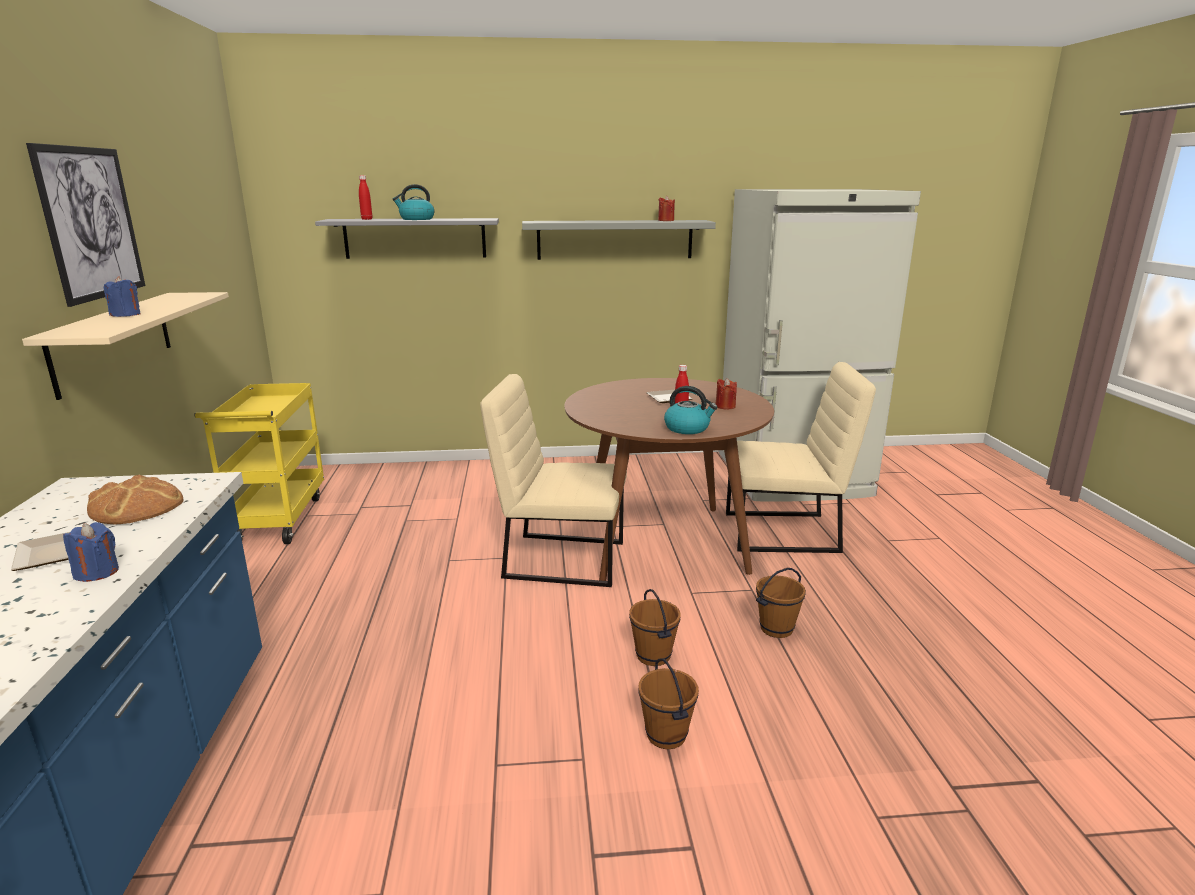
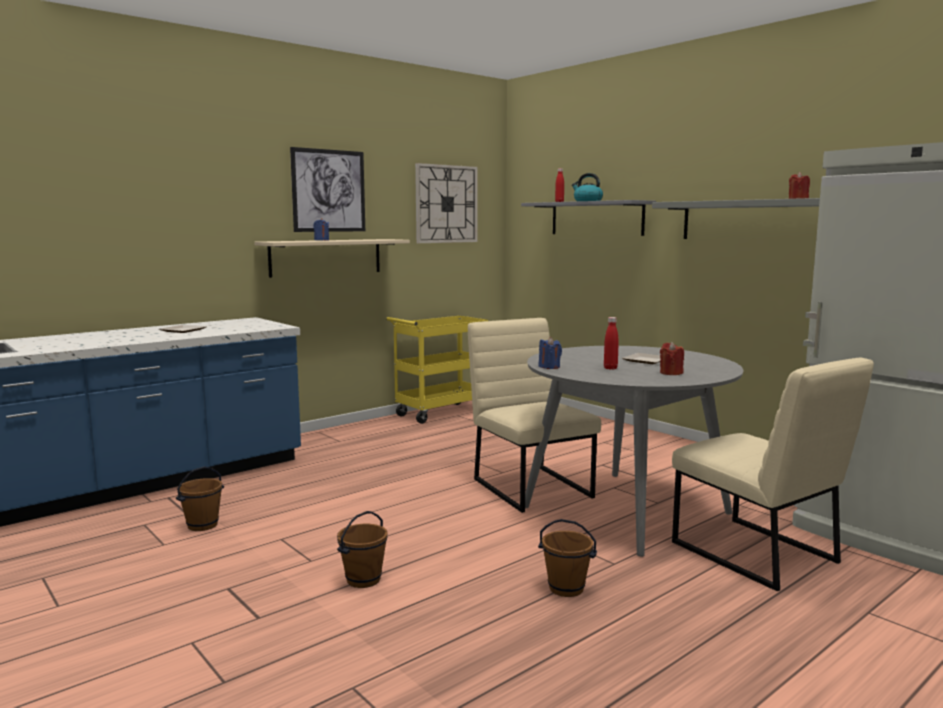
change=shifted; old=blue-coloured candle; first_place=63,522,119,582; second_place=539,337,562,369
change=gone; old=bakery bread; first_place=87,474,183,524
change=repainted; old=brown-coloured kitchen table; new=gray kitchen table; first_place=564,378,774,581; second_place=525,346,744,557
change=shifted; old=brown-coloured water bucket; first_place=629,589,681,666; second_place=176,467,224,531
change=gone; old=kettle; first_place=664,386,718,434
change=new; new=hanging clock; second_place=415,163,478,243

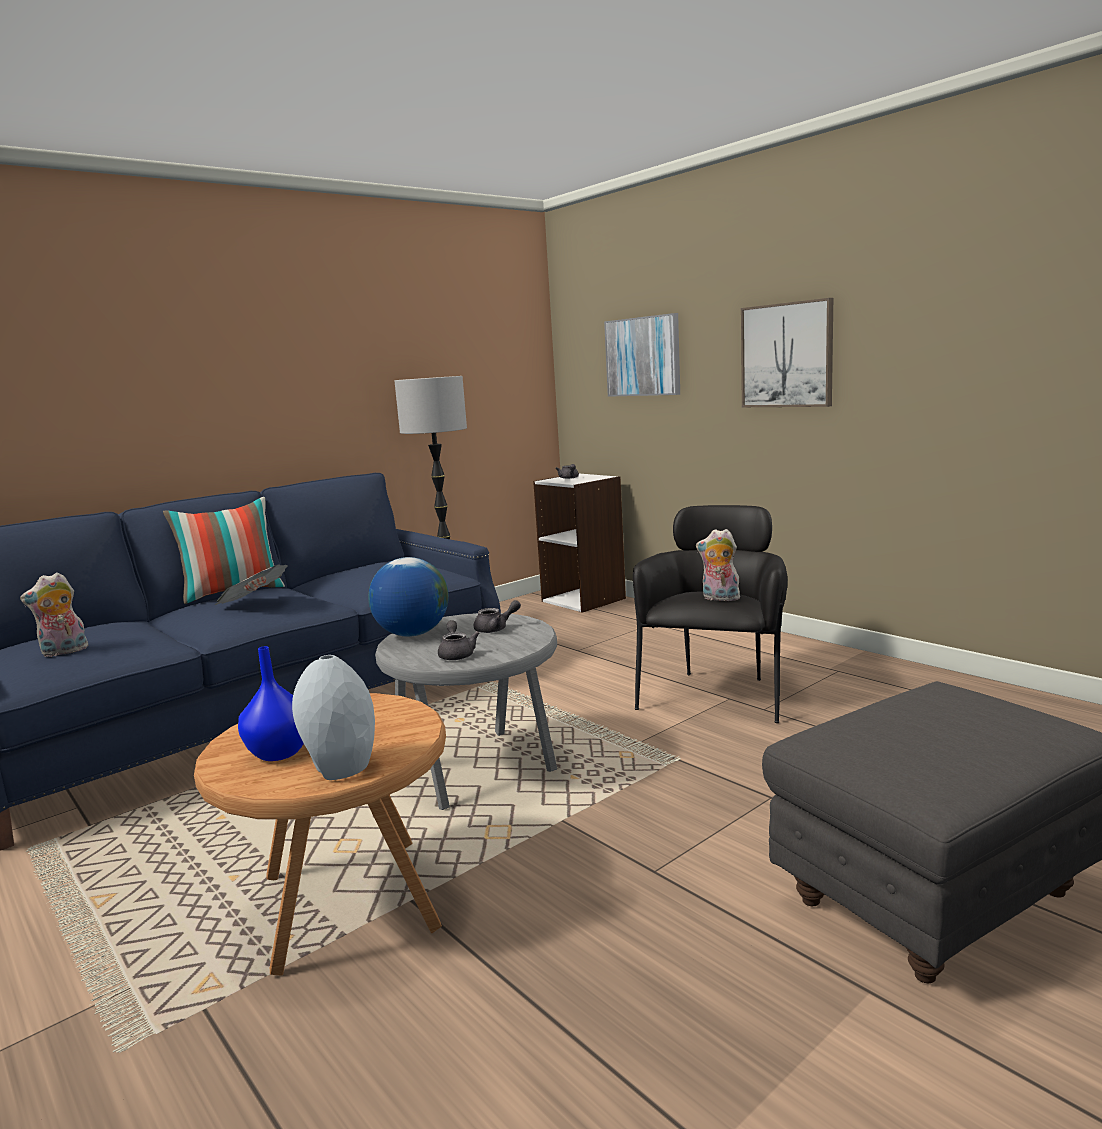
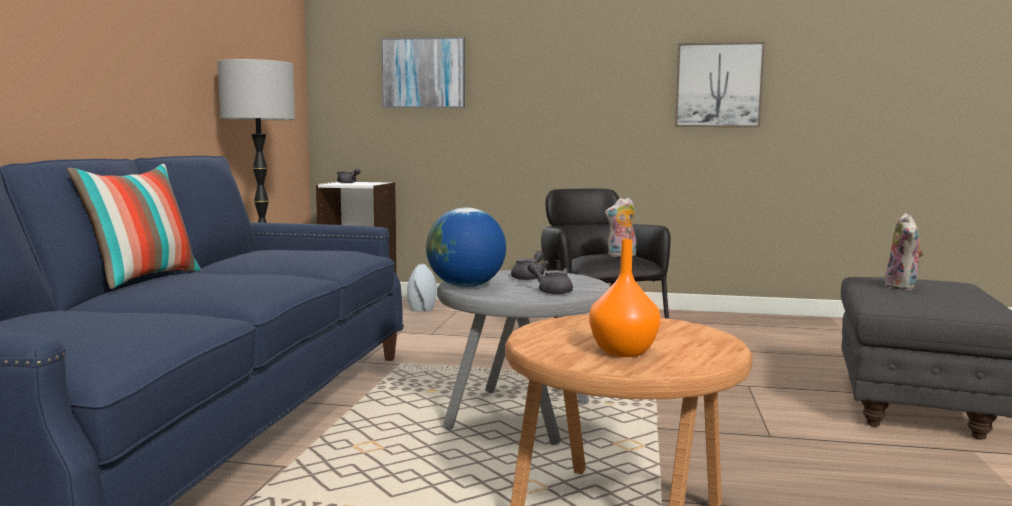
change=shifted; old=cuddly toy; first_place=20,573,88,657; second_place=885,213,925,290
change=gone; old=newspaper; first_place=214,564,288,605
change=repainted; old=blue-coloured decorative vase; new=orangey decorative vase; first_place=238,646,304,761; second_place=589,239,661,357
change=shifted; old=gray decorative vase; first_place=292,655,375,780; second_place=407,264,437,312
change=shifted; old=wall art; first_place=741,298,833,407; second_place=675,42,765,127

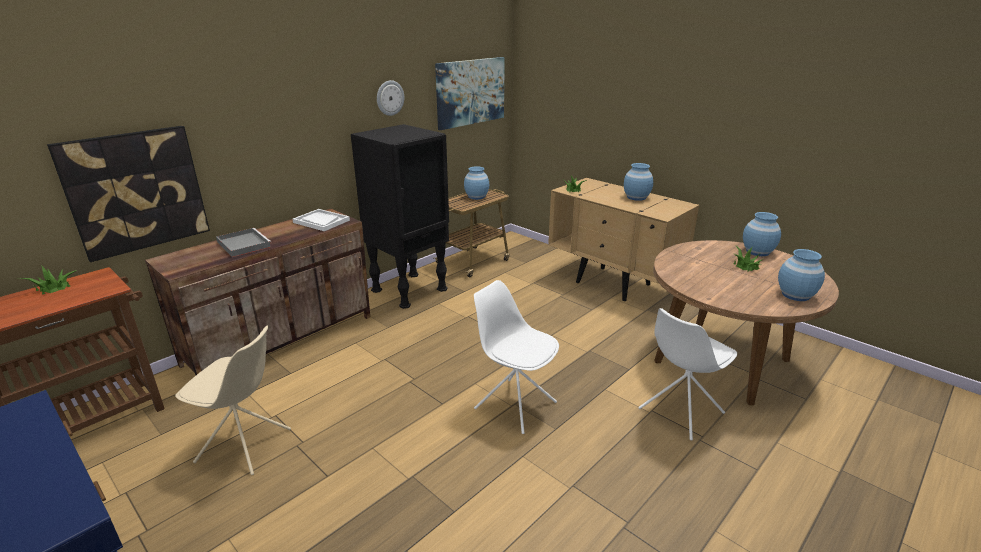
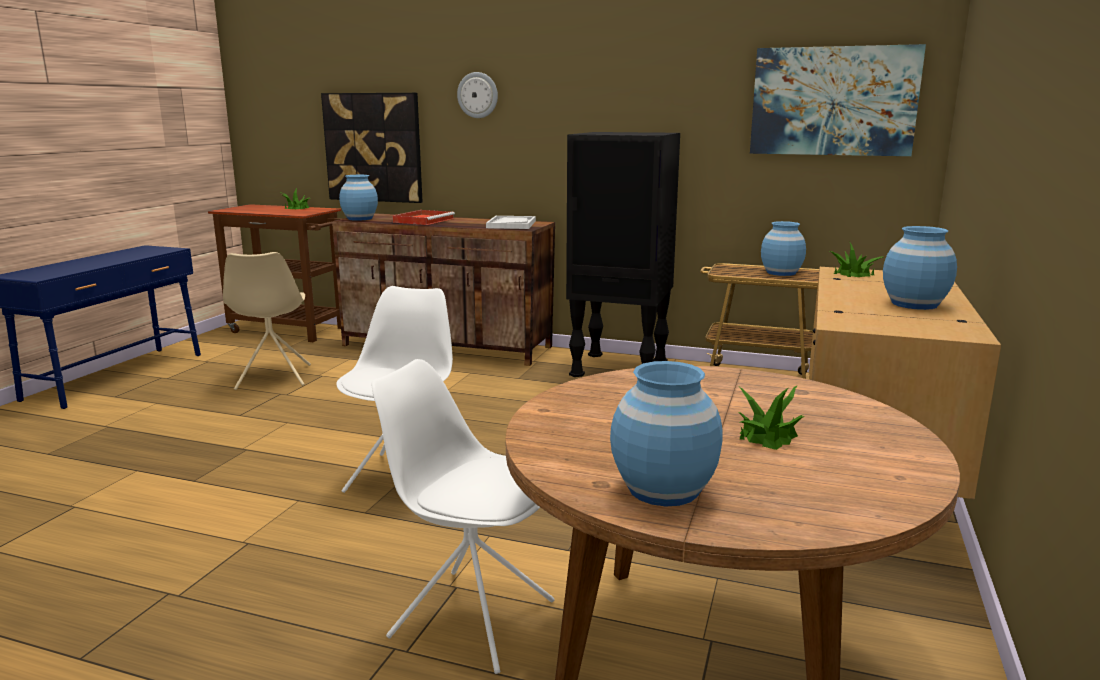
change=repainted; old=gray carrying tray; new=reddish carrying tray; first_place=216,228,272,257; second_place=392,210,455,225
change=shifted; old=hanging clock; first_place=377,80,404,116; second_place=457,72,498,118
change=shifted; old=blue-coloured decorative vase; first_place=743,212,781,256; second_place=339,175,378,221

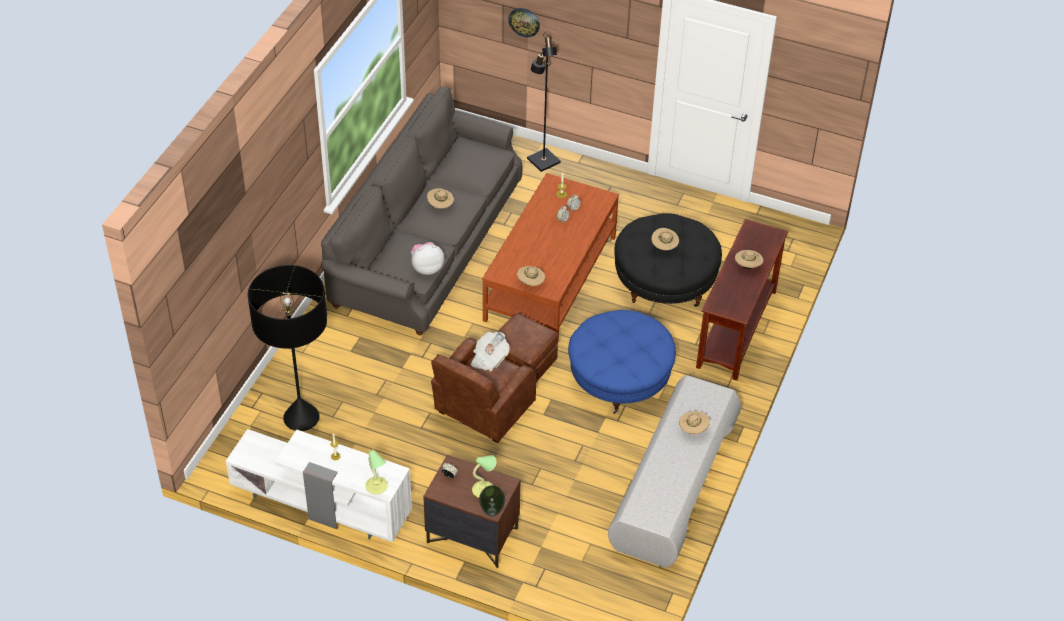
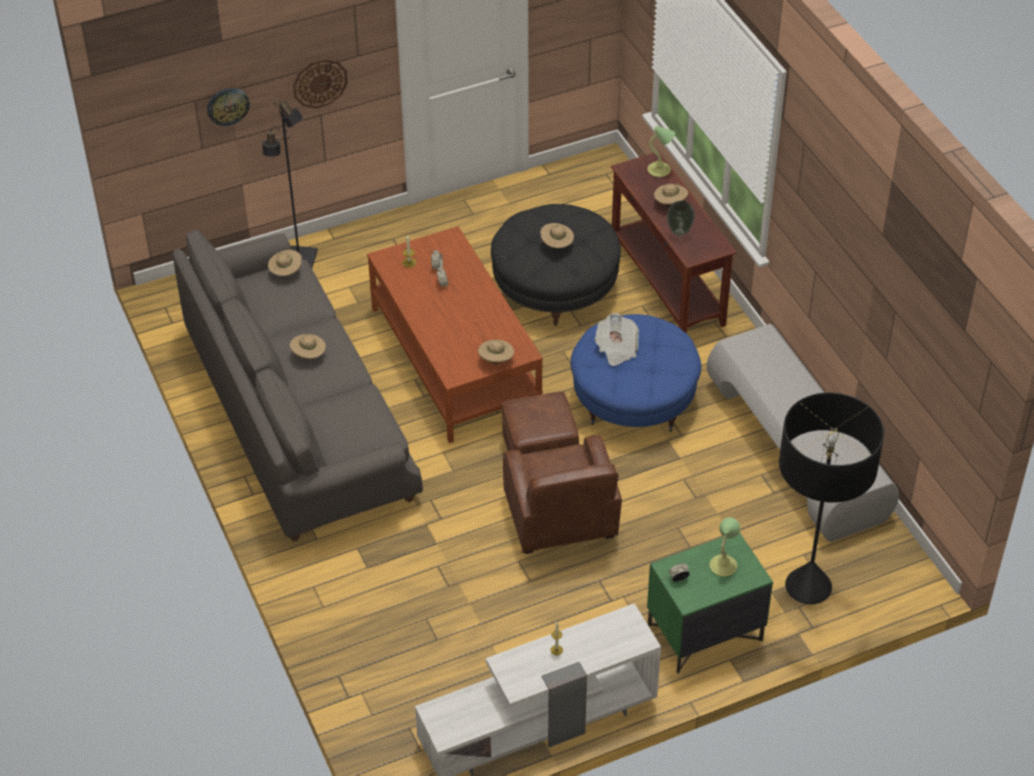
change=shifted; old=blackish standard lamp; first_place=248,265,327,431; second_place=779,393,884,604
change=shifted; old=lamp for a table; first_place=365,450,388,494; second_place=648,126,675,177
change=gone; old=cuddly toy; first_place=411,242,444,275
change=repainted; old=brown-coloured night table; new=green-coloured night table; first_place=423,455,521,568; second_place=647,532,773,674
change=shifted; old=newspaper; first_place=471,332,510,372; second_place=595,313,639,366
change=shifted; old=decorative vase; first_place=479,485,505,516; second_place=667,201,695,236
change=shifted; old=beige hat; first_place=679,411,710,434; second_place=268,250,302,276
change=new; new=hanging clock; second_place=293,59,348,109

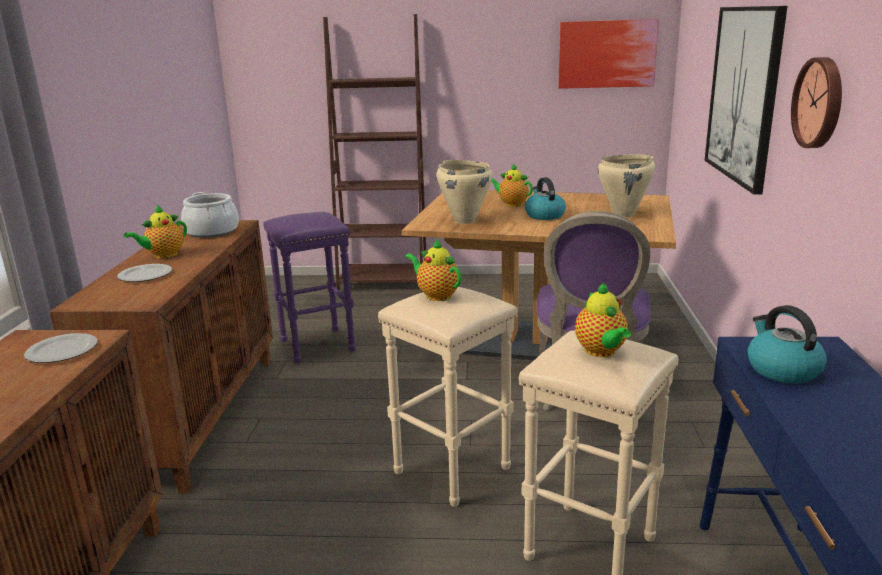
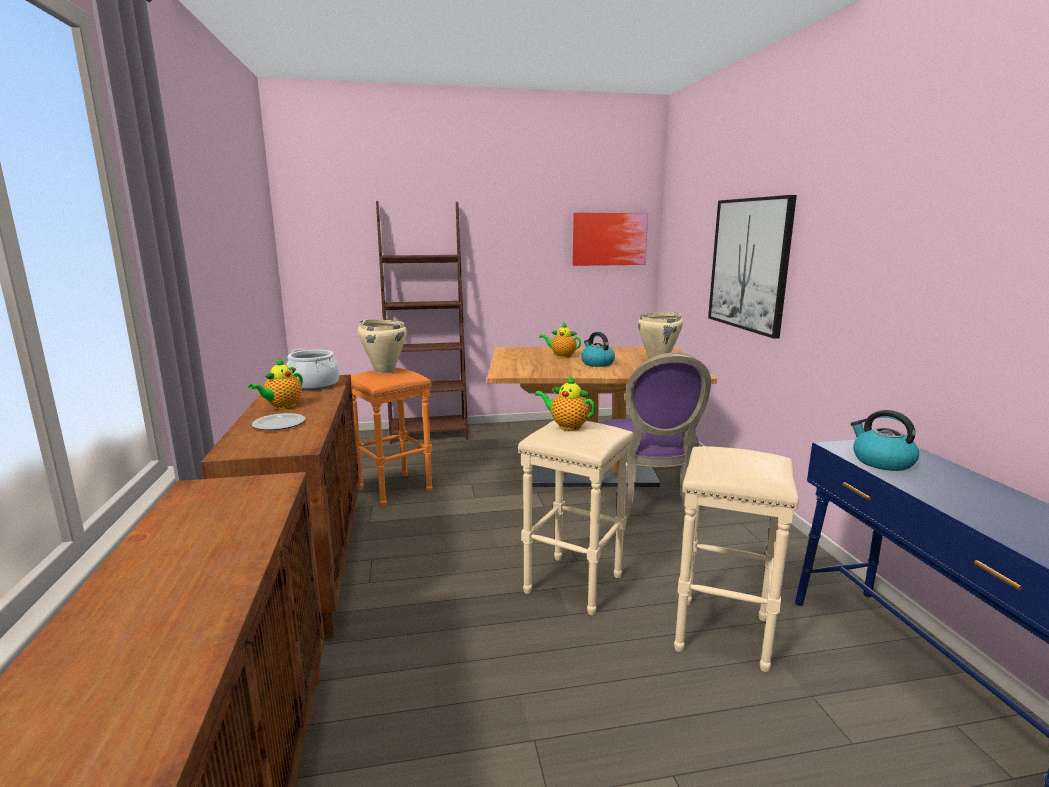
change=gone; old=plate; first_place=24,333,98,363
change=repainted; old=purple stool; new=orangey stool; first_place=263,212,356,364; second_place=351,368,433,507
change=shifted; old=beige saucepot; first_place=437,160,493,224; second_place=358,319,407,374
change=gone; old=teapot; first_place=575,283,631,357
change=gone; old=hanging clock; first_place=791,57,842,148

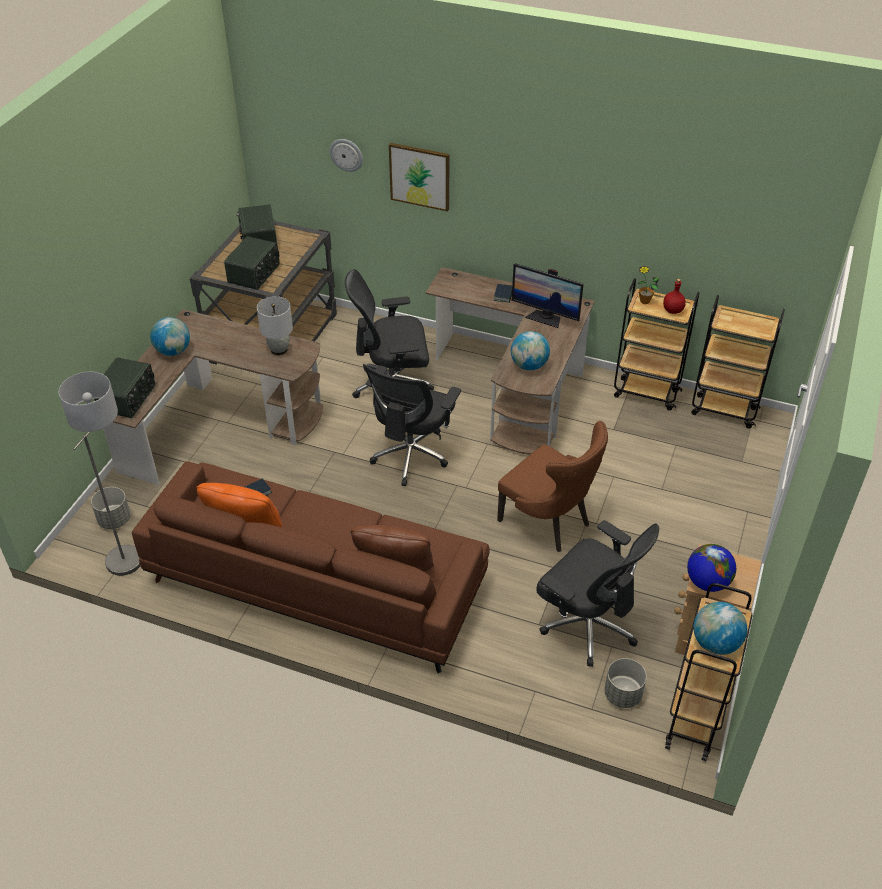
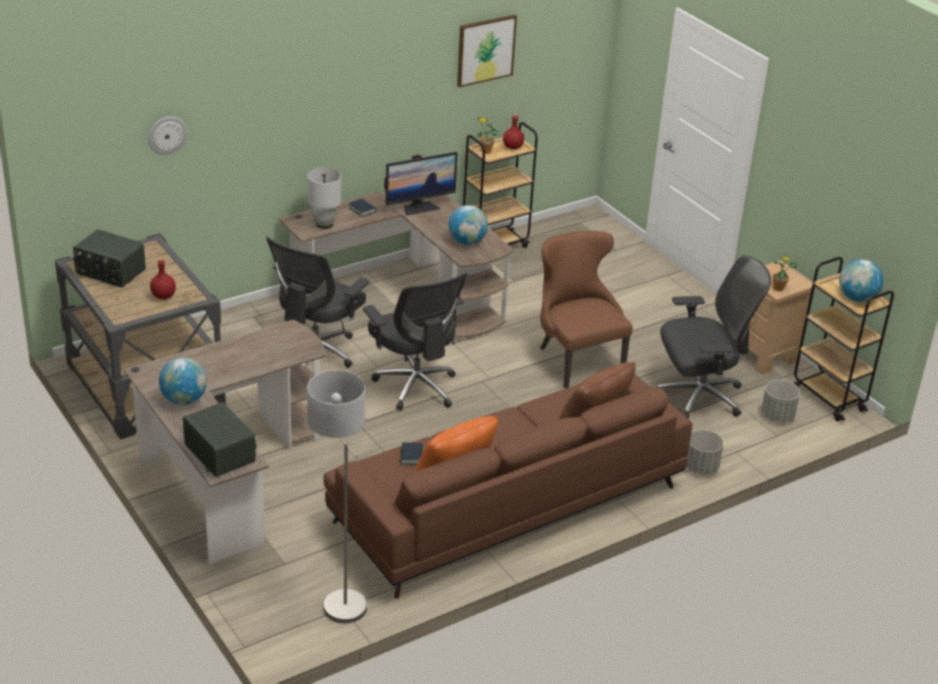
change=shifted; old=gray plant pot; first_place=91,487,131,529; second_place=686,429,724,474
change=swapped; old=radio receiver; new=reddish drink bottle; first_place=224,236,280,290; second_place=150,258,176,299
change=shifted; old=white lamp for a table; first_place=257,296,293,355; second_place=307,167,341,229
change=shifted; old=wall art; first_place=389,143,450,211; second_place=457,14,517,87
change=rotated; old=brown-coloured plain chair; first_place=497,421,608,552; second_place=540,231,633,389; degrees=-105
change=swapped; old=globe; new=houseplant; first_place=687,544,736,592; second_place=773,256,797,291
change=gone; old=brown-coloured trolley; first_place=691,295,785,429

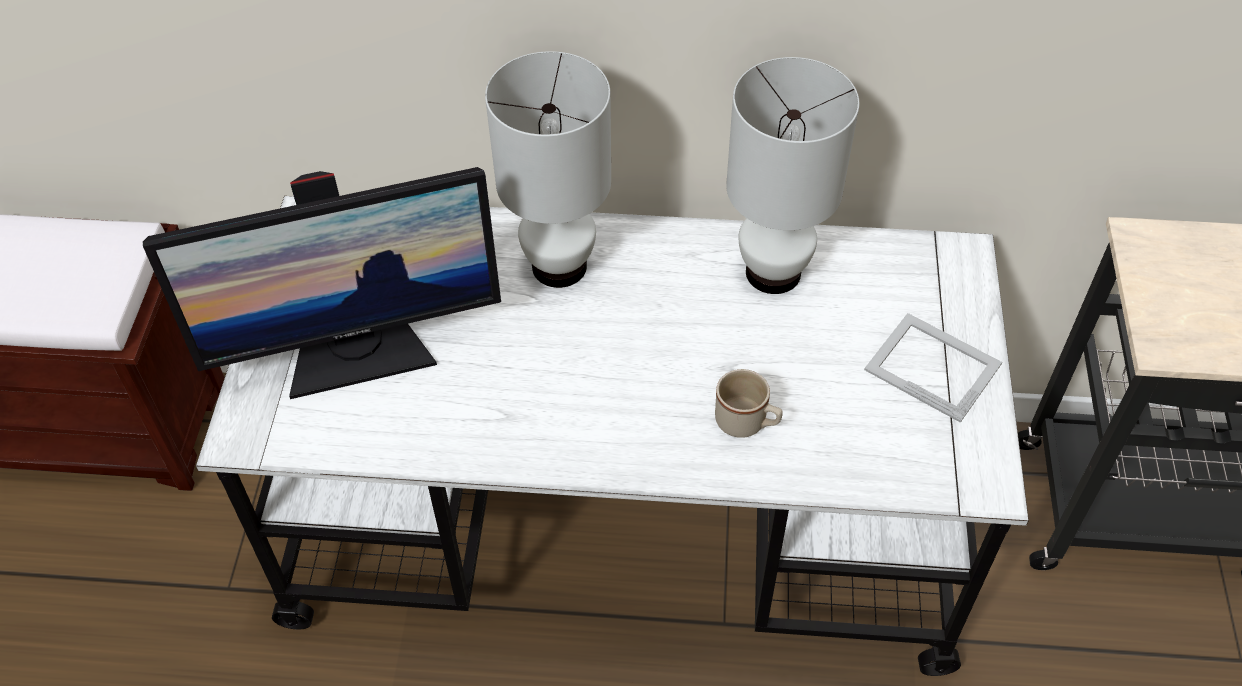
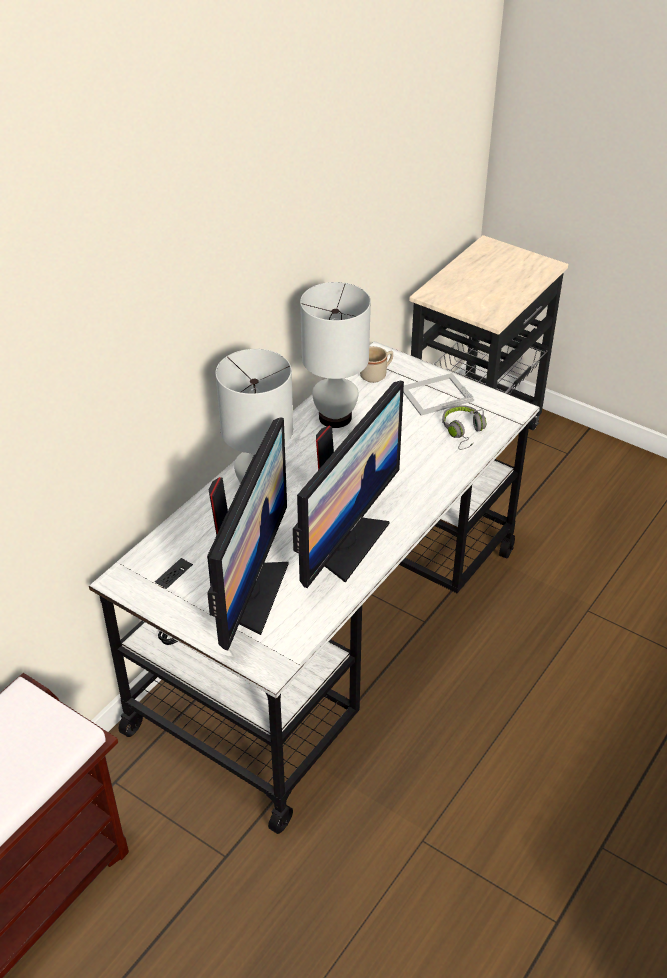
change=shifted; old=beige coffee mug; first_place=715,369,783,438; second_place=360,346,393,383
change=new; new=computer screen; second_place=293,381,404,588
change=new; new=gray headset; second_place=442,405,486,450

